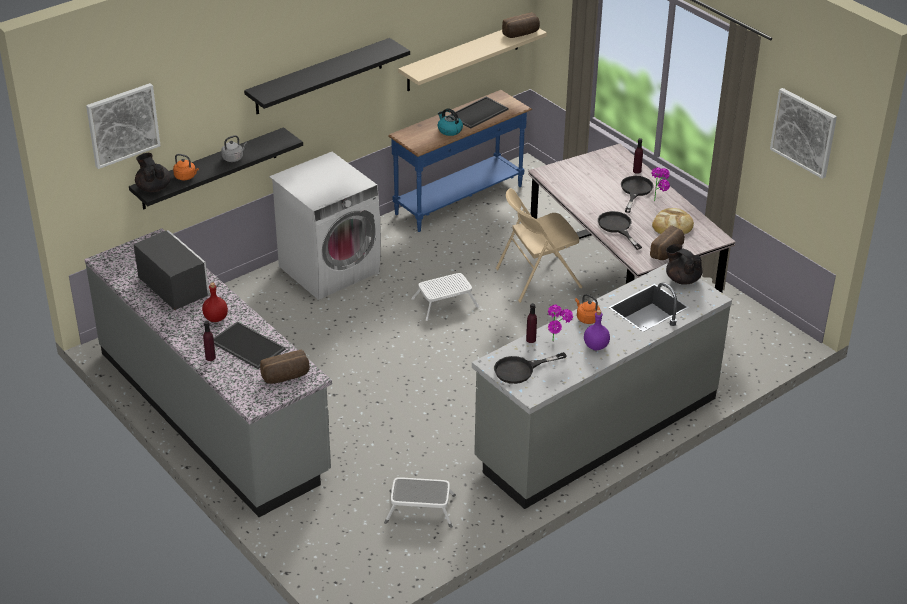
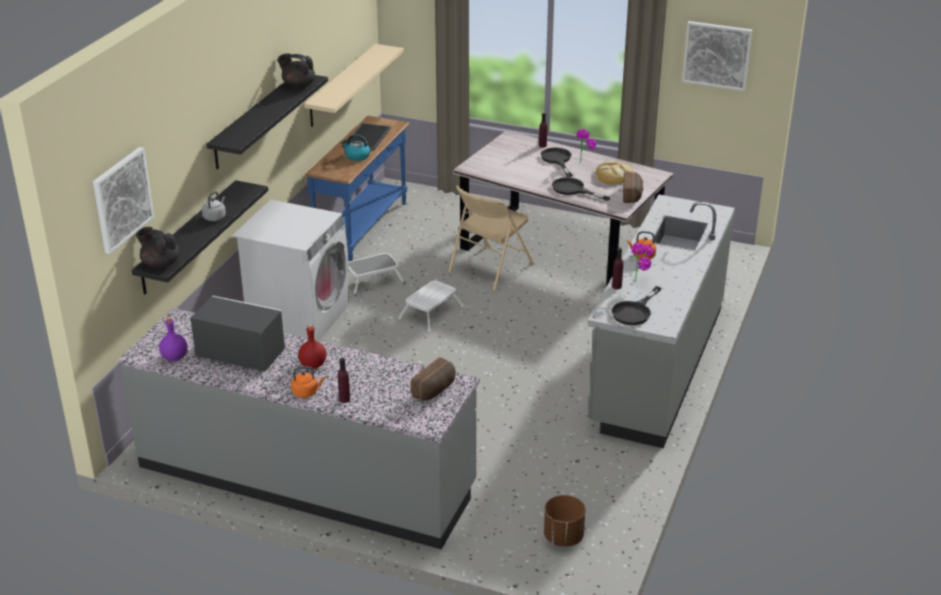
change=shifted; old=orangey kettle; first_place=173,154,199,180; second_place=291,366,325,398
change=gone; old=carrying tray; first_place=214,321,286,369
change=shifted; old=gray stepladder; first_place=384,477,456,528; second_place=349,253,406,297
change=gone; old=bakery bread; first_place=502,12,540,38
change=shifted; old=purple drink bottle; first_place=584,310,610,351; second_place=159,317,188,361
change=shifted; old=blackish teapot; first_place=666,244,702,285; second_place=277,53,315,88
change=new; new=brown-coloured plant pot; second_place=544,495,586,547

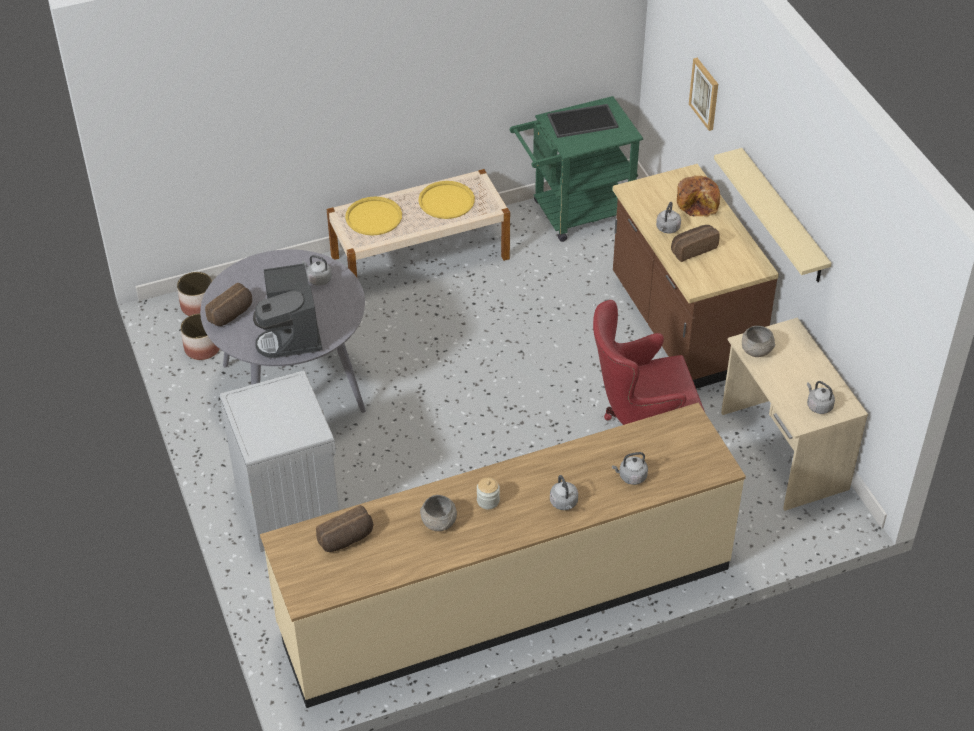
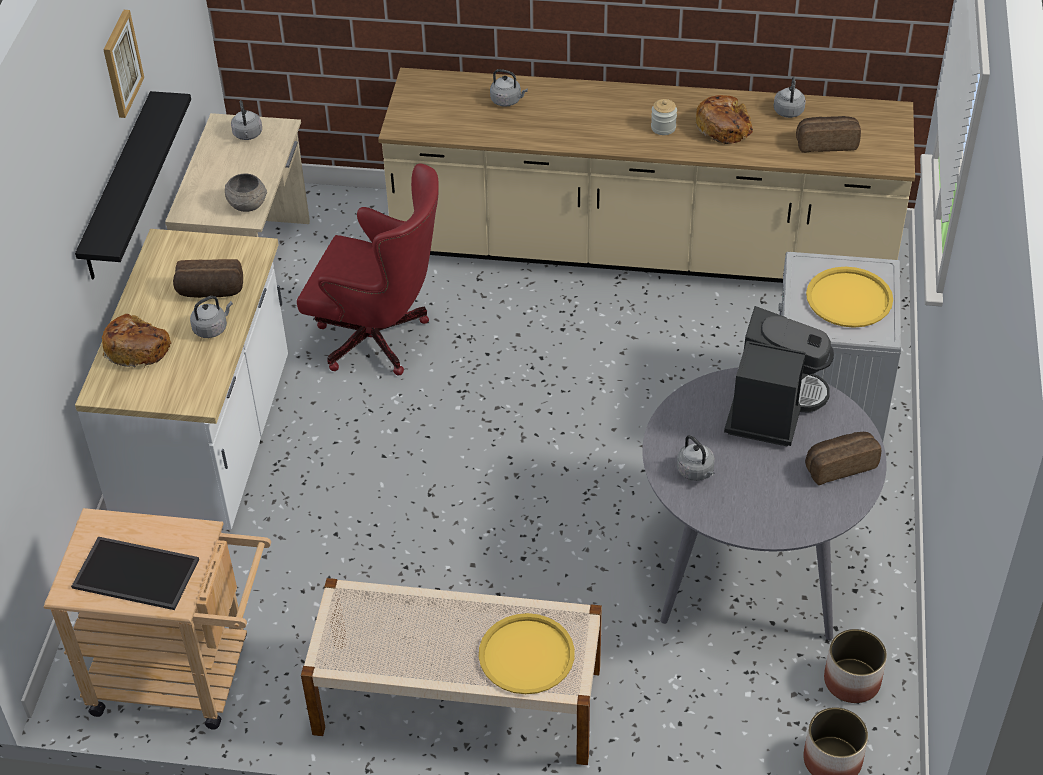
change=shifted; old=yellow-coloured carrying tray; first_place=419,181,475,219; second_place=806,267,893,328
change=swapped; old=gray serving bowl; new=bakery bread; first_place=420,495,457,531; second_place=695,95,753,144
change=repainted; old=green-coloured trolley; new=beige trolley; first_place=510,96,643,242; second_place=44,508,271,730
change=shifted; old=gray kettle; first_place=550,475,578,510; second_place=774,77,806,118
change=repainted; old=brown-coloured counter; new=white counter; first_place=613,164,779,389; second_place=75,229,288,530
change=shifted; old=wall art; first_place=689,58,718,131; second_place=103,10,144,118
change=repainted; old=beige bracket shelf; new=blackish bracket shelf; first_place=714,148,831,282; second_place=75,91,191,279

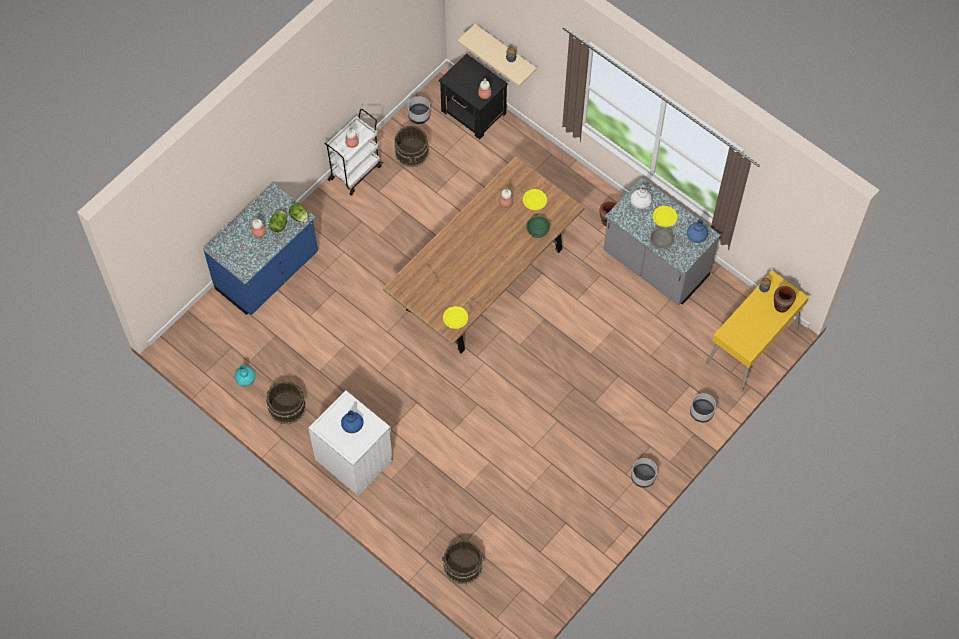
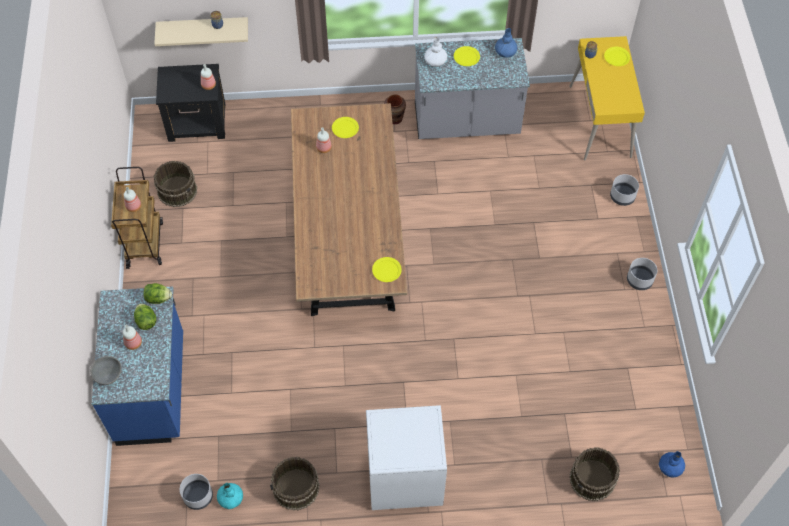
change=repainted; old=white trolley; new=brown-coloured trolley; first_place=324,109,383,195; second_place=111,167,163,269
change=shifted; old=blue-coloured decorative vase; first_place=341,410,363,433; second_place=659,451,685,477
change=shifted; old=gray plant pot; first_place=408,97,430,124; second_place=180,474,213,510
change=gone; old=green-coloured serving bowl; first_place=526,216,550,238
change=shifted; old=gray serving bowl; first_place=650,227,674,249; second_place=90,356,122,385
change=swapped; old=brown-coloured decorative vase; new=yellow-coloured plate; first_place=774,286,796,313; second_place=604,47,630,66

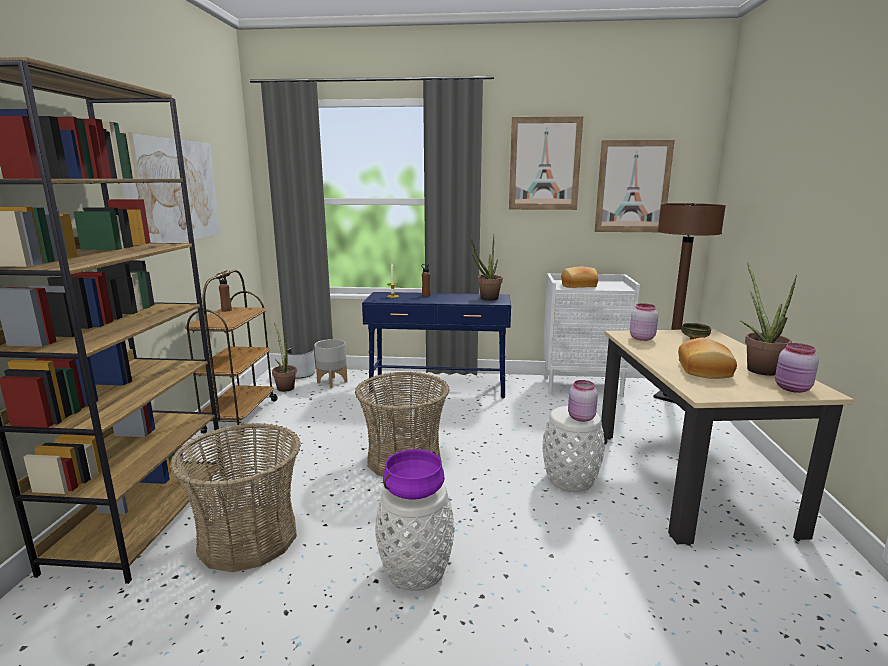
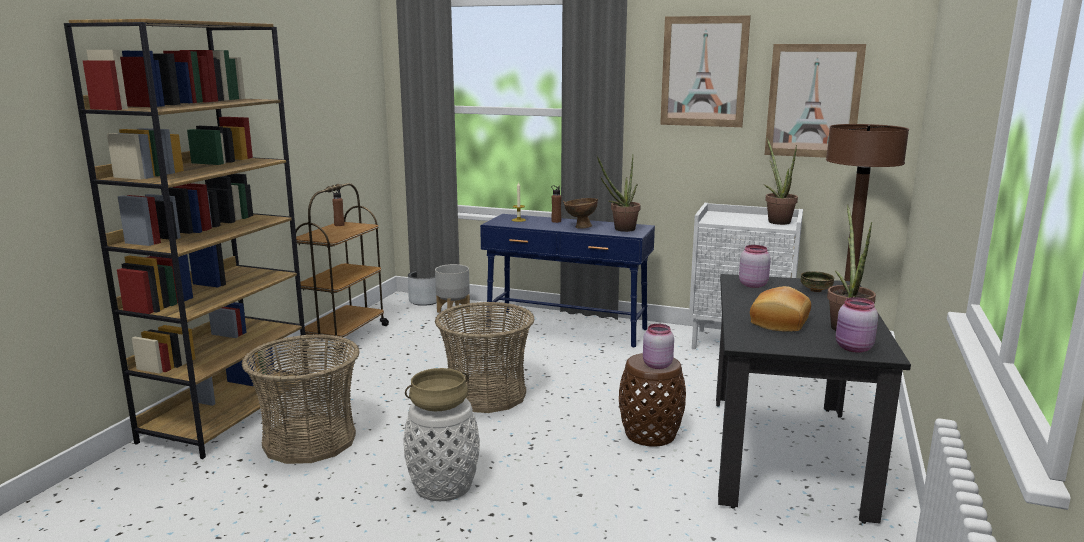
change=gone; old=wall art; first_place=121,134,221,243
change=shifted; old=houseplant; first_place=272,323,297,392; second_place=763,138,798,225
change=repainted; old=purple saucepot; new=beige saucepot; first_place=383,449,445,500; second_place=405,368,468,411
change=repainted; old=white stool; new=brown-coloured stool; first_place=543,406,605,492; second_place=619,353,686,447
change=gone; old=bakery bread; first_place=561,267,598,288
change=repainted; old=beige kitchen table; new=blackish kitchen table; first_place=601,329,854,546; second_place=716,274,911,524
change=new; new=brown-coloured serving bowl; second_place=563,198,598,229

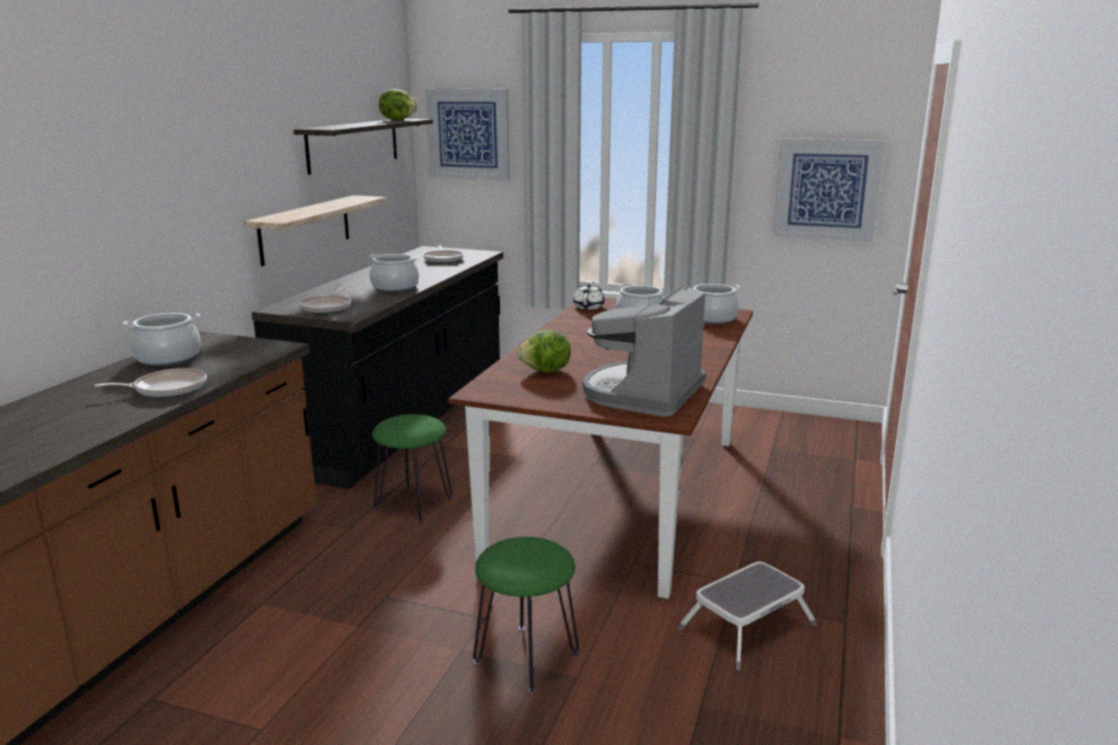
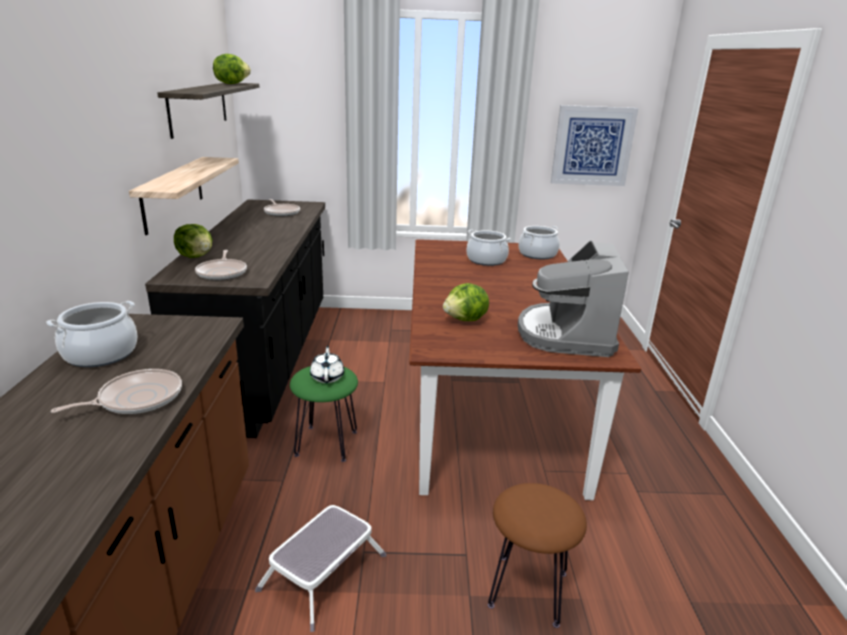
change=gone; old=saucepot; first_place=369,254,419,292
change=gone; old=wall art; first_place=425,88,510,181
change=repainted; old=green-coloured stool; new=brown-coloured stool; first_place=473,537,579,693; second_place=488,483,587,628
change=shifted; old=white teapot; first_place=573,282,605,310; second_place=310,346,344,383
change=shifted; old=gray stepladder; first_place=677,562,818,670; second_place=255,505,387,632
change=new; new=lettuce head; second_place=174,224,212,258

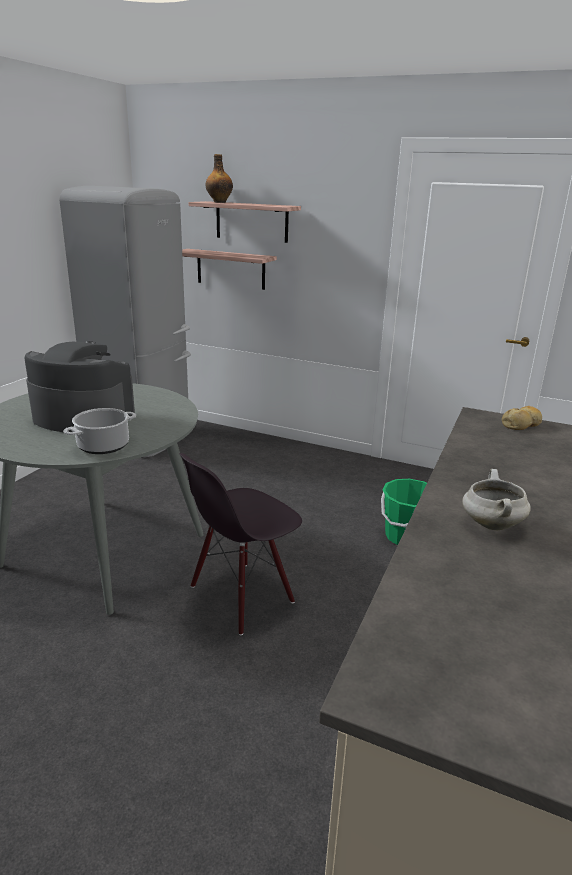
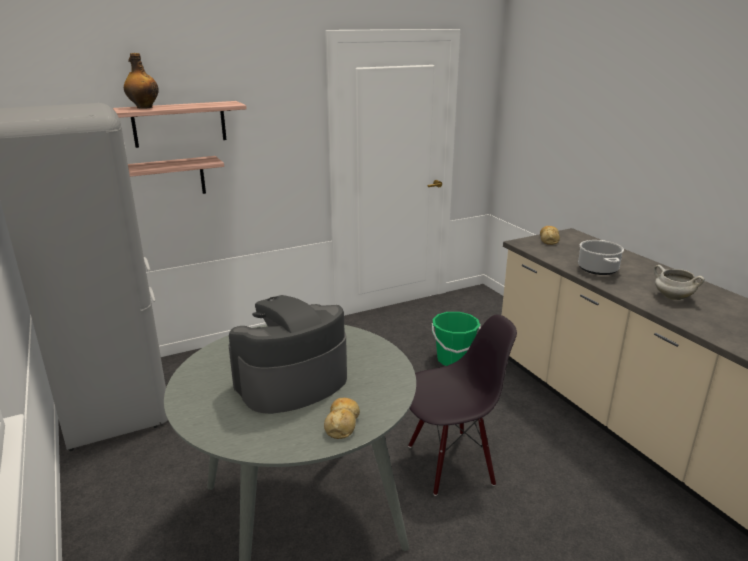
change=shifted; old=saucepot; first_place=63,408,136,454; second_place=578,240,624,275
change=rotated; old=blackish plain chair; first_place=179,453,302,635; second_place=408,314,517,496; degrees=-105
change=new; new=bakery bread; second_place=324,398,360,439

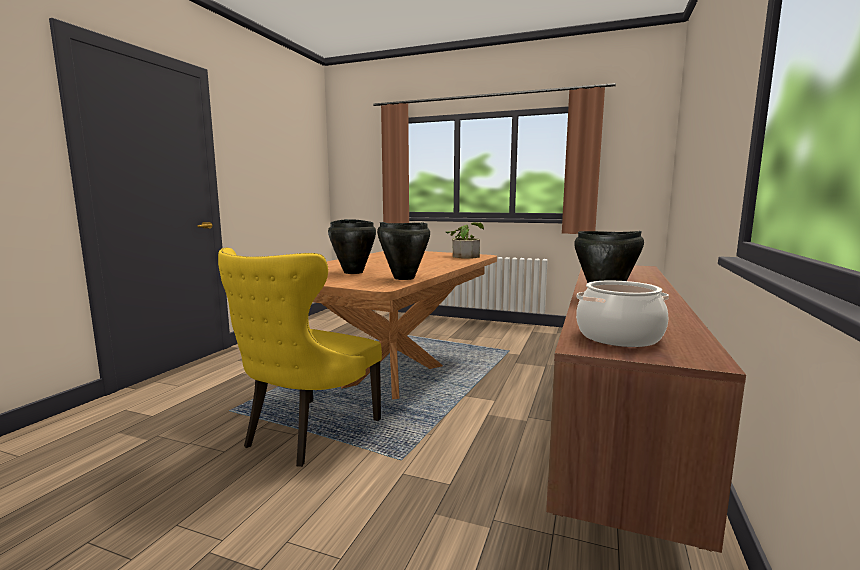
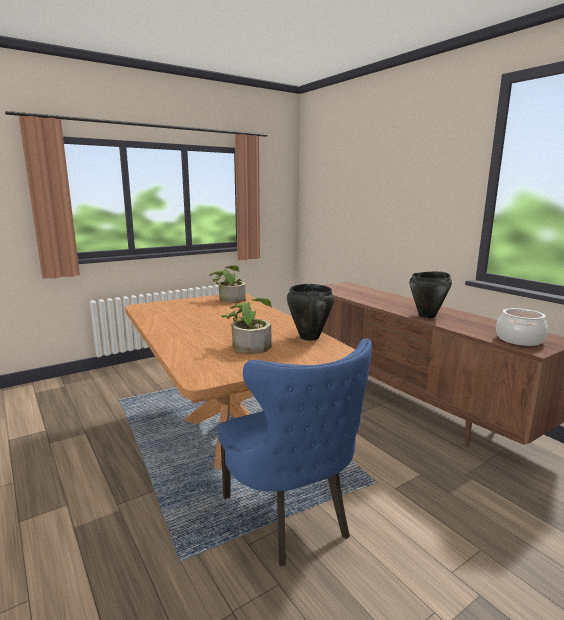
change=repainted; old=yellow-coloured plain chair; new=blue-coloured plain chair; first_place=218,247,382,467; second_place=218,338,372,566
change=swapped; old=blackish saucepot; new=houseplant; first_place=328,219,376,274; second_place=221,298,272,354

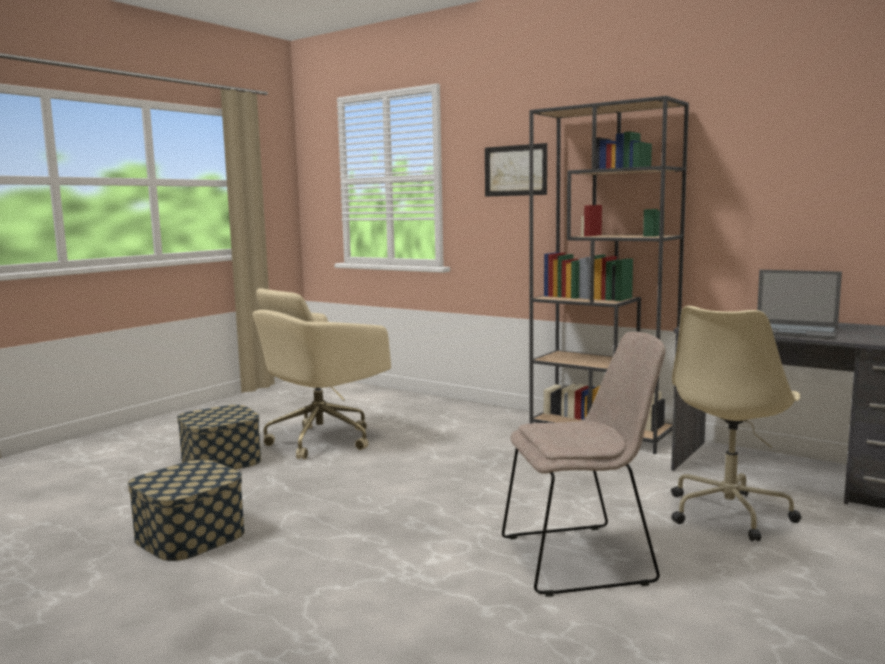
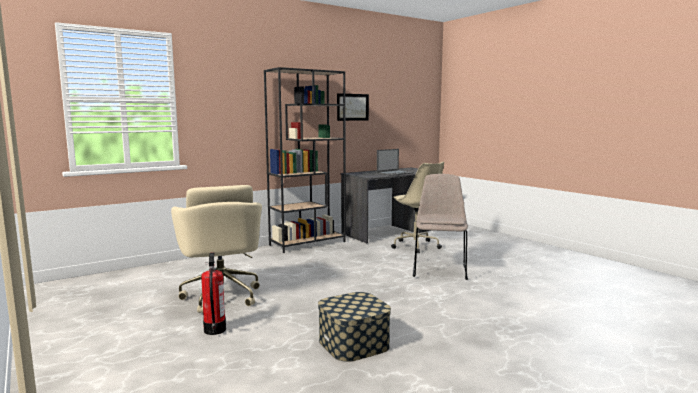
change=swapped; old=storage box; new=extinguisher; first_place=177,405,261,470; second_place=201,252,226,335
change=shifted; old=wall art; first_place=485,143,547,197; second_place=337,93,369,121

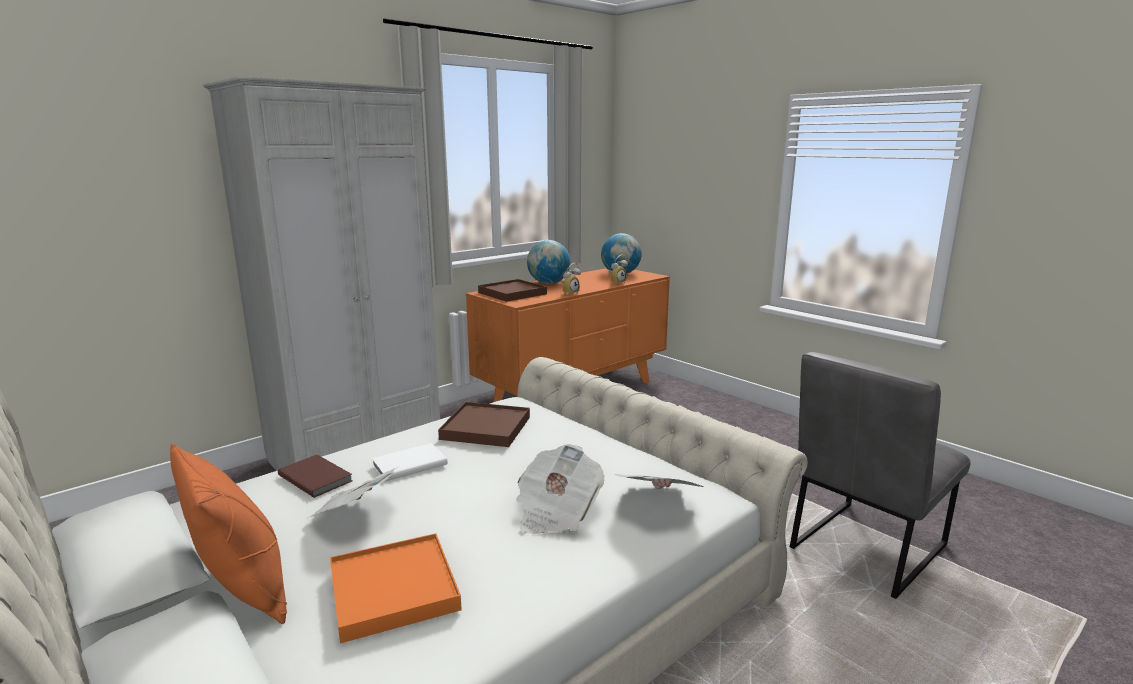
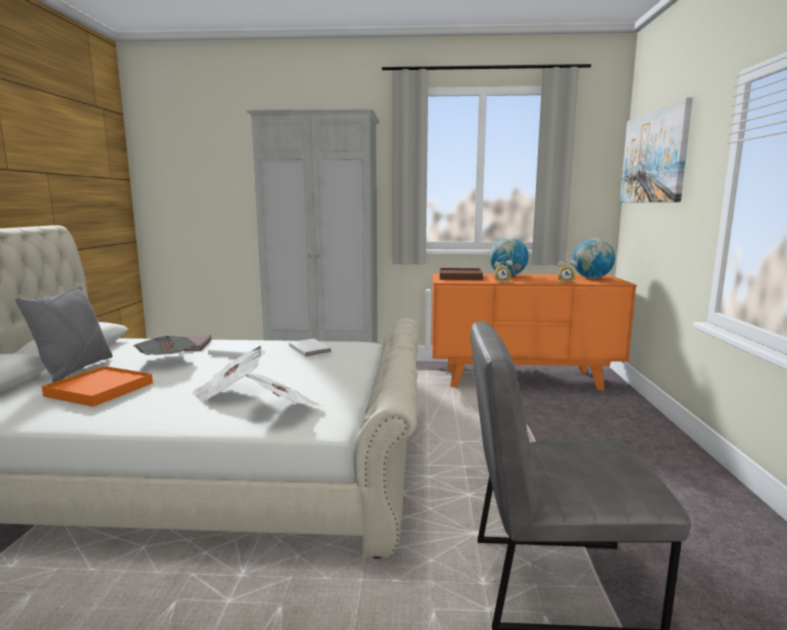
change=repainted; old=orangey throw pillow; new=gray throw pillow; first_place=170,443,287,624; second_place=15,286,113,383
change=swapped; old=brown-coloured carrying tray; new=white book; first_place=438,402,530,447; second_place=289,339,331,357
change=new; new=wall art; second_place=620,97,693,203

